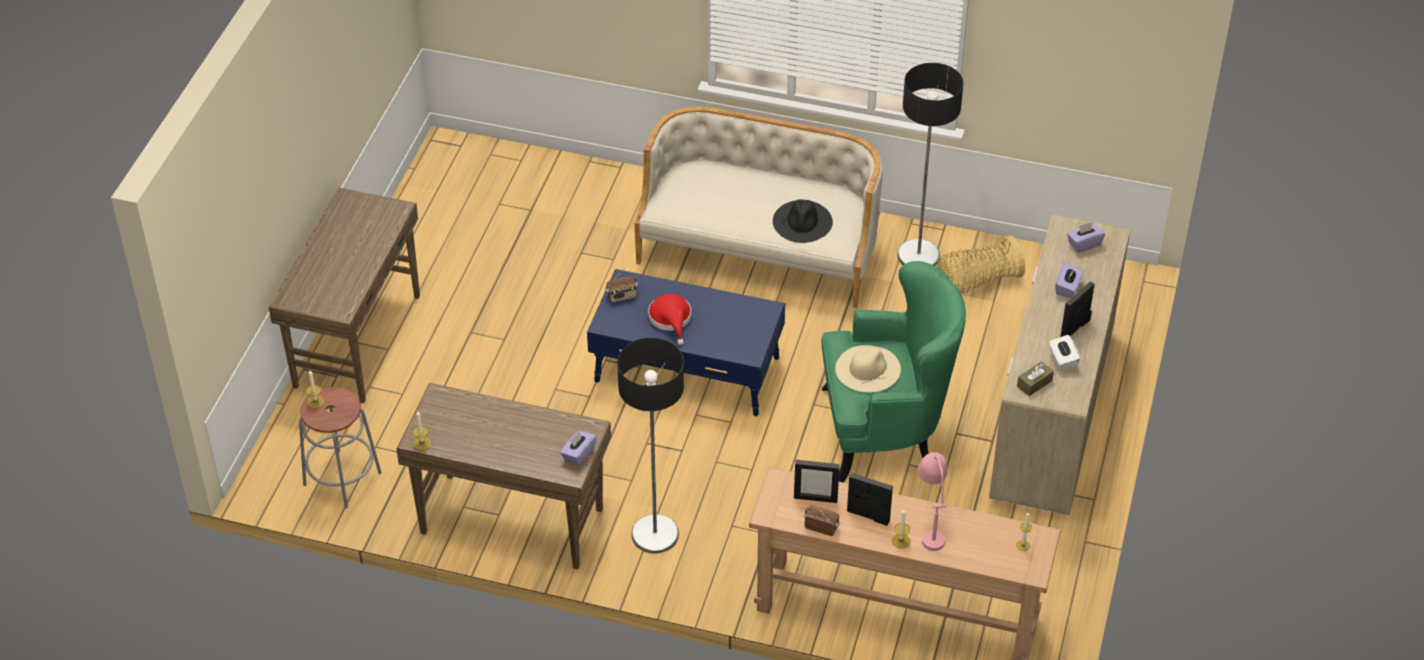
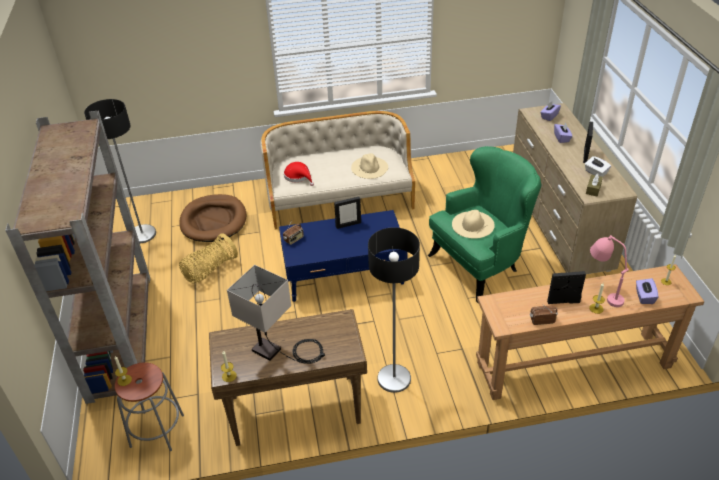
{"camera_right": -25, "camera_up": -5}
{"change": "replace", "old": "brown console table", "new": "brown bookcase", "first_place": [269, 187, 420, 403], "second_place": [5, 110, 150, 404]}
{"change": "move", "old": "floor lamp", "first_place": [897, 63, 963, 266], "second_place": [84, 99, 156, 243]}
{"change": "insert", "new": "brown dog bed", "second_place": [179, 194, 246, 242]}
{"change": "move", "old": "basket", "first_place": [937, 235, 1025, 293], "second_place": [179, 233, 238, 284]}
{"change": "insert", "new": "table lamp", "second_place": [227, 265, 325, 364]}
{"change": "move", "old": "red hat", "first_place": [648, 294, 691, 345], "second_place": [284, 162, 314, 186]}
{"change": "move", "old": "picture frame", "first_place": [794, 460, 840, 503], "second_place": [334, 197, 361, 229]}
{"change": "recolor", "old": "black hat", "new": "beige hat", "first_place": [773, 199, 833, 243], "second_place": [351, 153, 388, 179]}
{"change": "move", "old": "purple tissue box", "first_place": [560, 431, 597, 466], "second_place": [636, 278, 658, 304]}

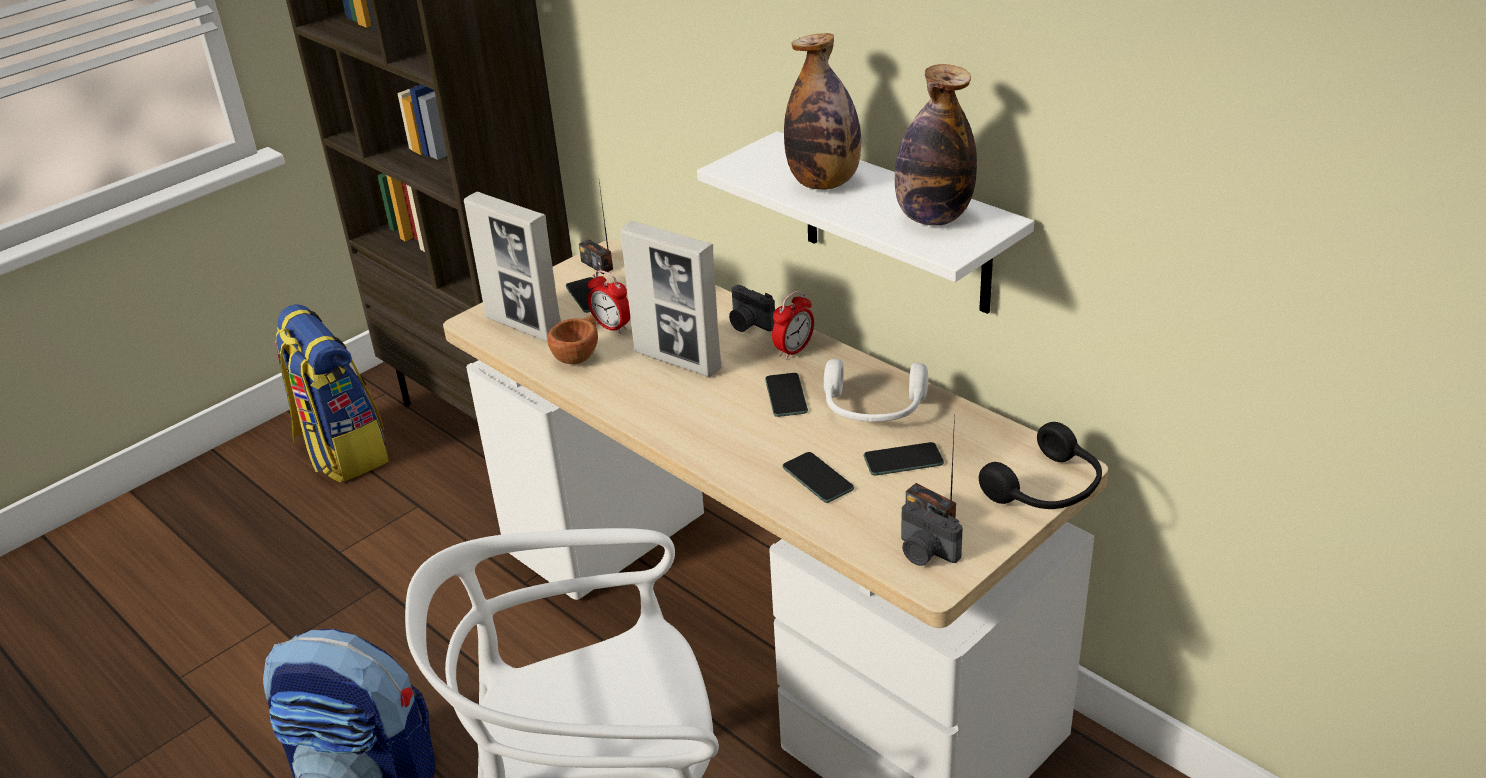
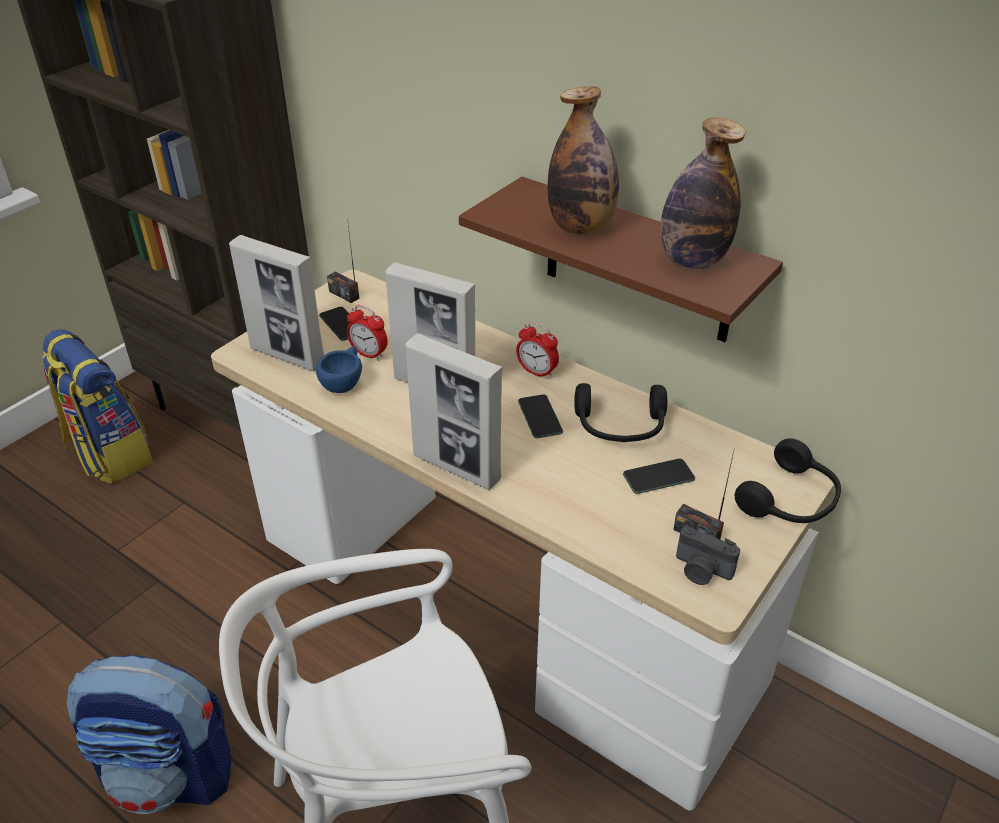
{"camera_right": -10, "camera_up": 5}
{"change": "recolor", "old": "brown cup", "new": "blue cup", "first_place": [547, 315, 598, 364], "second_place": [316, 346, 362, 393]}
{"change": "insert", "new": "picture frame", "second_place": [405, 334, 503, 490]}
{"change": "recolor", "old": "white shelf", "new": "brown shelf", "first_place": [697, 131, 1034, 314], "second_place": [459, 177, 783, 342]}
{"change": "rotate", "old": "alarm clock", "first_place": [772, 290, 814, 359], "second_place": [516, 322, 559, 379], "degrees": 90}
{"change": "recolor", "old": "white headphones", "new": "black headphones", "first_place": [824, 359, 928, 422], "second_place": [574, 383, 667, 442]}
{"change": "delete", "old": "photo camera", "first_place": [729, 285, 775, 332]}
{"change": "delete", "old": "phone", "first_place": [782, 452, 854, 503]}

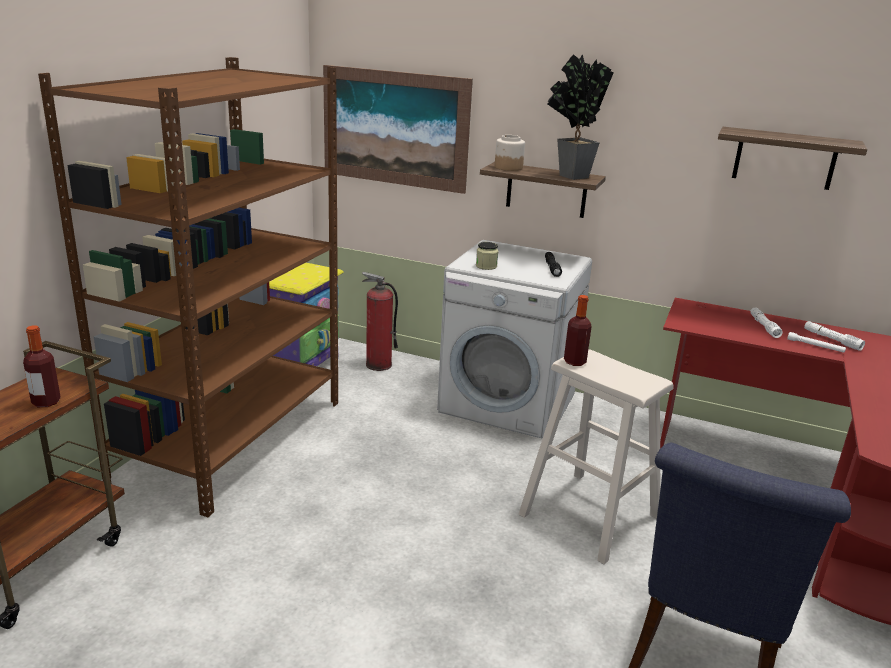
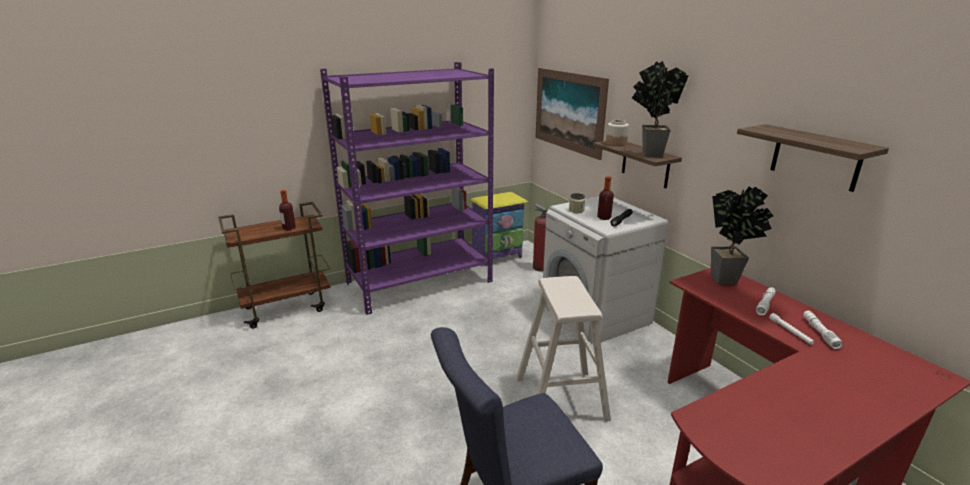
{"camera_right": 40, "camera_up": 0}
{"change": "recolor", "old": "brown bookcase", "new": "purple bookcase", "first_place": [38, 57, 338, 517], "second_place": [320, 62, 494, 315]}
{"change": "move", "old": "bottle", "first_place": [564, 295, 592, 366], "second_place": [597, 177, 614, 220]}
{"change": "insert", "new": "potted plant", "second_place": [711, 187, 773, 285]}

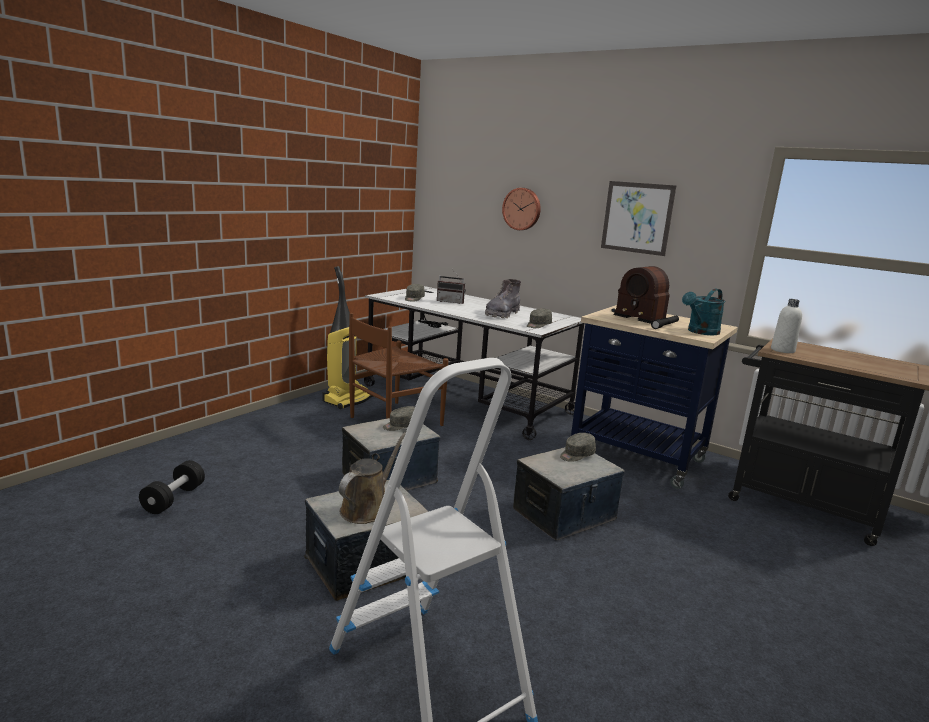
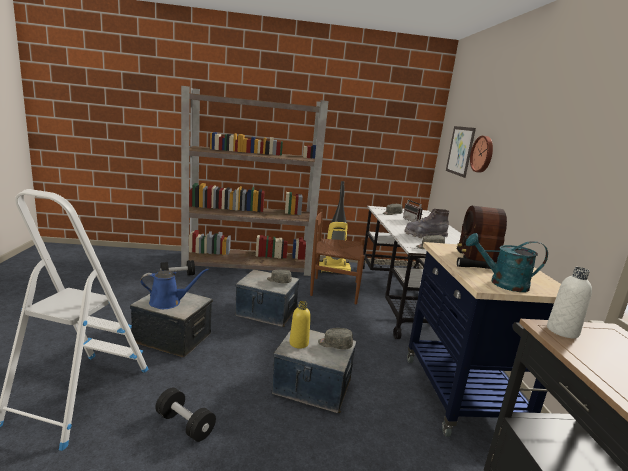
{"camera_right": 50, "camera_up": 0}
{"change": "recolor", "old": "brown watering can", "new": "blue watering can", "first_place": [339, 432, 406, 524], "second_place": [140, 268, 209, 309]}
{"change": "insert", "new": "black dumbbell", "second_place": [155, 387, 216, 442]}
{"change": "insert", "new": "brown bookcase", "second_place": [181, 86, 328, 276]}
{"change": "insert", "new": "yellow bottle", "second_place": [289, 301, 311, 349]}
{"change": "move", "old": "picture", "first_place": [601, 181, 676, 256], "second_place": [446, 126, 476, 178]}

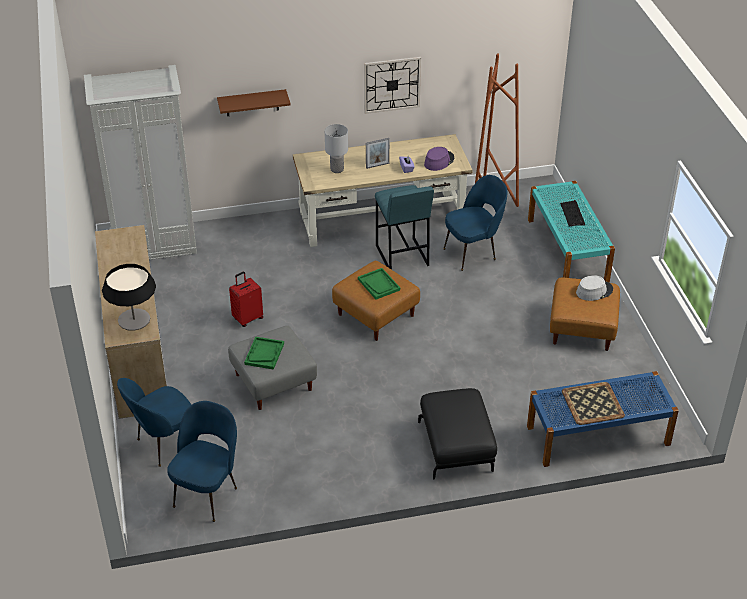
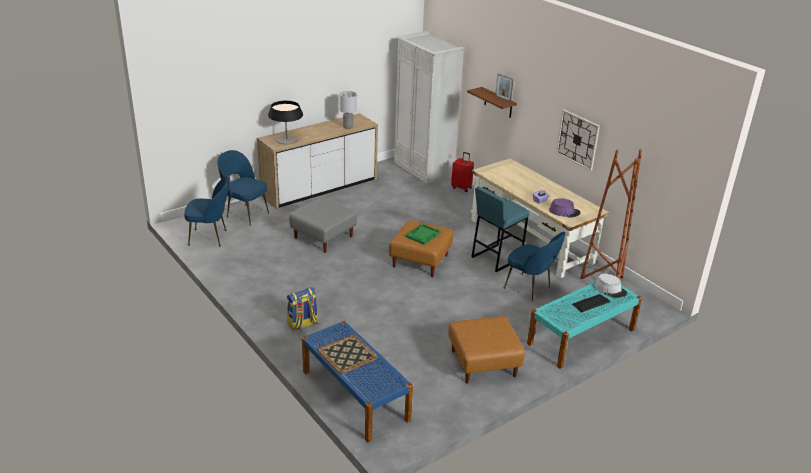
{"camera_right": 65, "camera_up": -10}
{"change": "replace", "old": "black ottoman", "new": "backpack", "first_place": [418, 388, 497, 479], "second_place": [287, 287, 318, 332]}
{"change": "move", "old": "grey table lamp", "first_place": [325, 124, 348, 173], "second_place": [339, 91, 357, 129]}
{"change": "move", "old": "red suitcase", "first_place": [229, 272, 263, 327], "second_place": [451, 152, 474, 192]}
{"change": "move", "old": "picture frame", "first_place": [366, 138, 390, 169], "second_place": [495, 74, 513, 102]}
{"change": "move", "old": "grey hat", "first_place": [576, 275, 613, 301], "second_place": [595, 274, 627, 298]}
{"change": "delete", "old": "green tray", "first_place": [244, 337, 284, 370]}

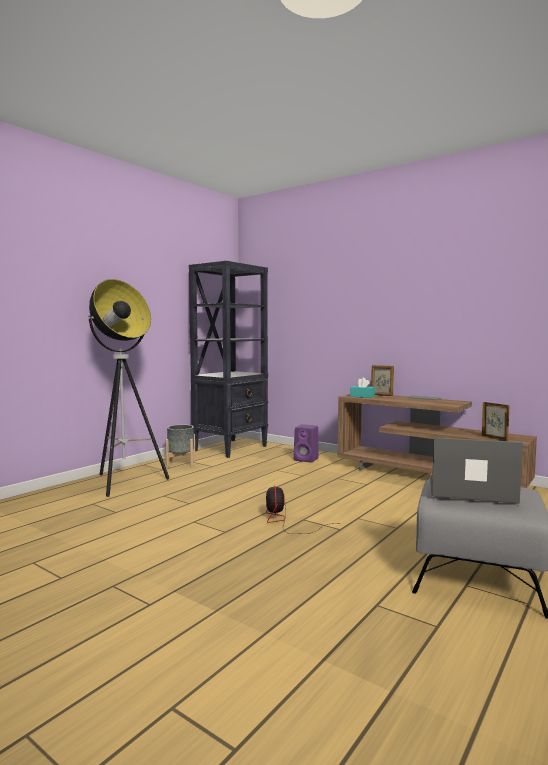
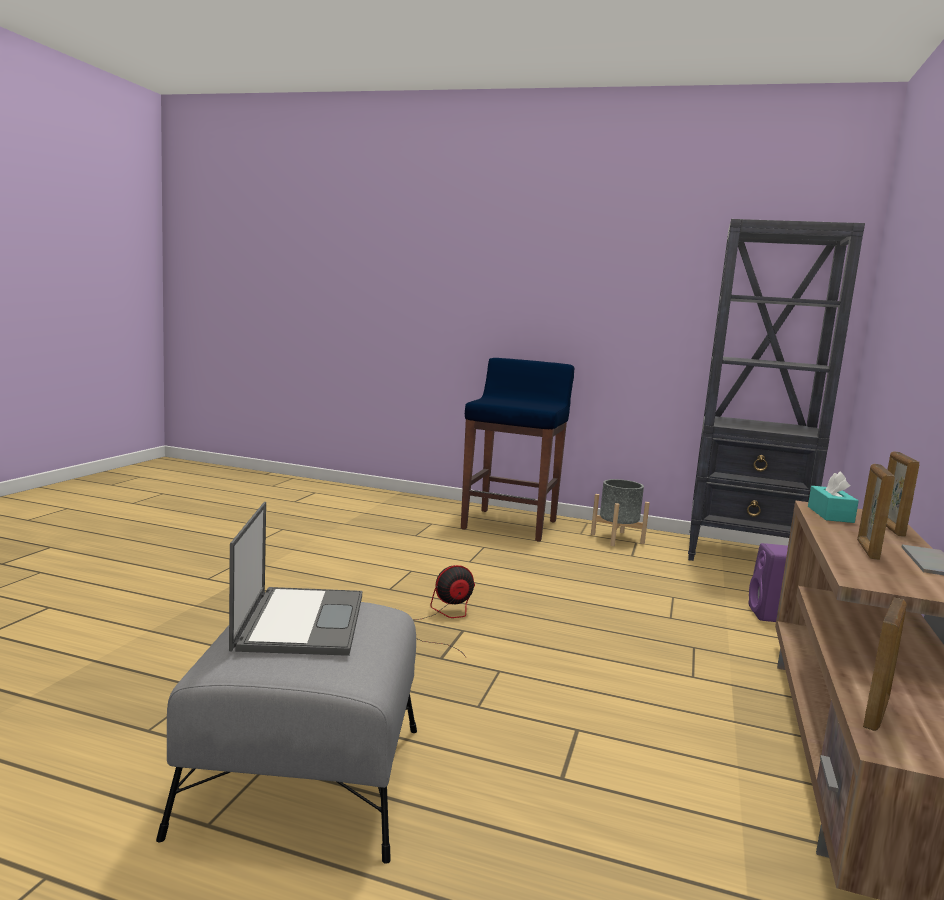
{"camera_right": 70, "camera_up": 5}
{"change": "replace", "old": "floor lamp", "new": "blue stool", "first_place": [88, 279, 169, 497], "second_place": [461, 358, 575, 542]}
{"change": "insert", "new": "picture frame", "second_place": [857, 464, 895, 560]}

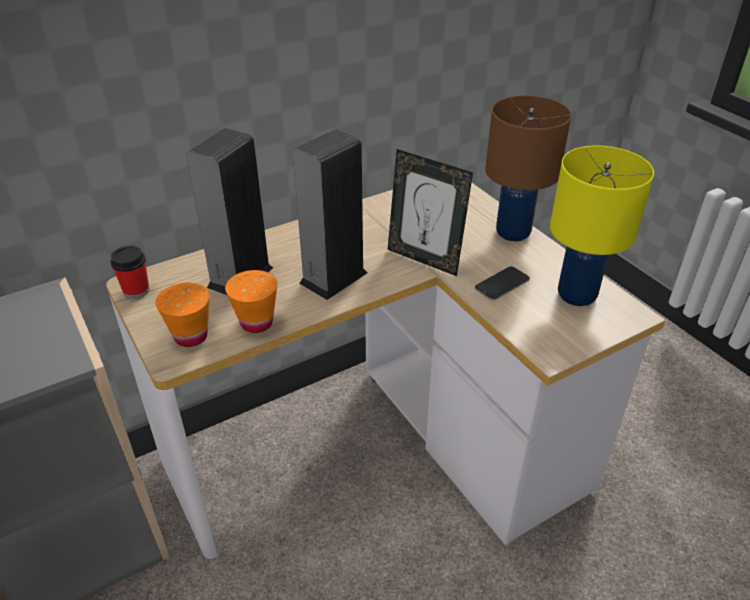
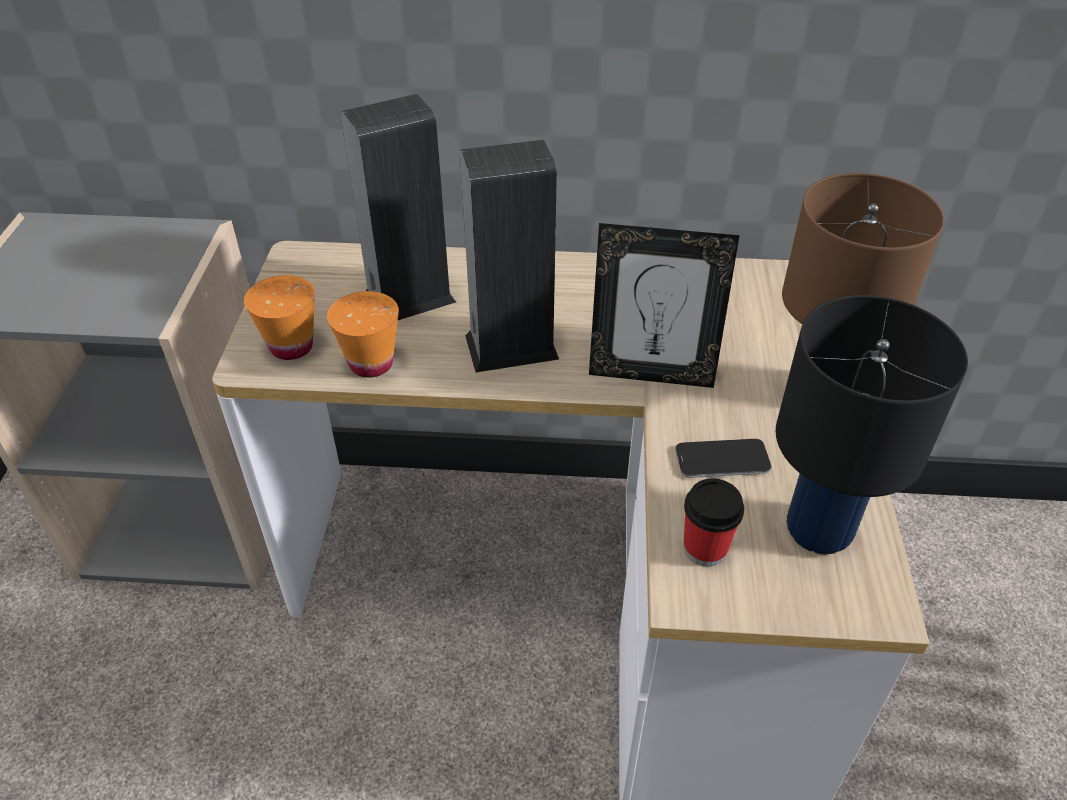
{"camera_right": 35, "camera_up": 5}
{"change": "rotate", "old": "picture frame", "first_place": [388, 149, 473, 276], "second_place": [589, 223, 740, 388], "degrees": -60}
{"change": "move", "old": "cup", "first_place": [110, 246, 149, 299], "second_place": [684, 478, 744, 567]}
{"change": "recolor", "old": "yellow table lamp", "new": "black table lamp", "first_place": [550, 145, 654, 306], "second_place": [776, 295, 968, 554]}

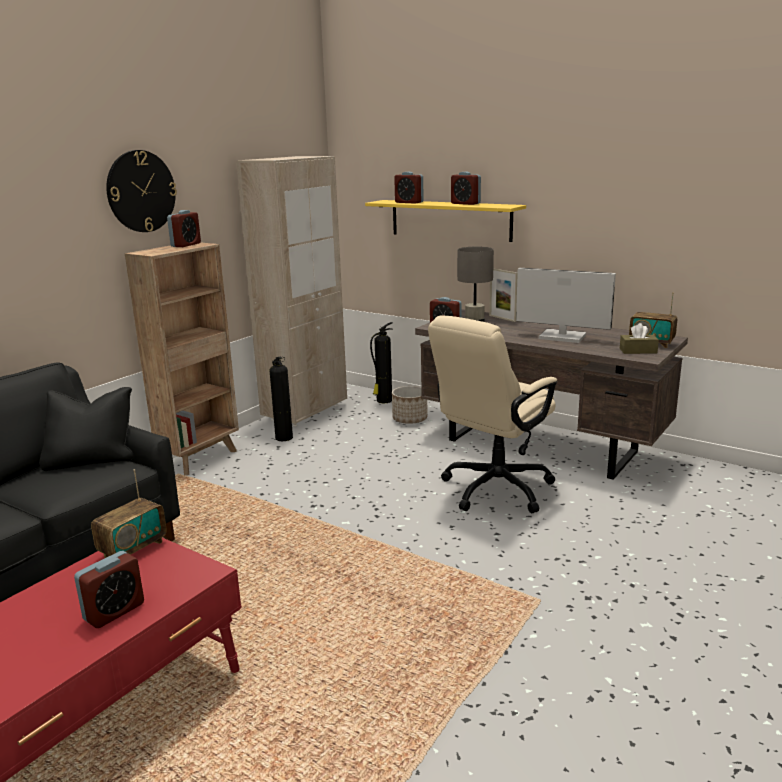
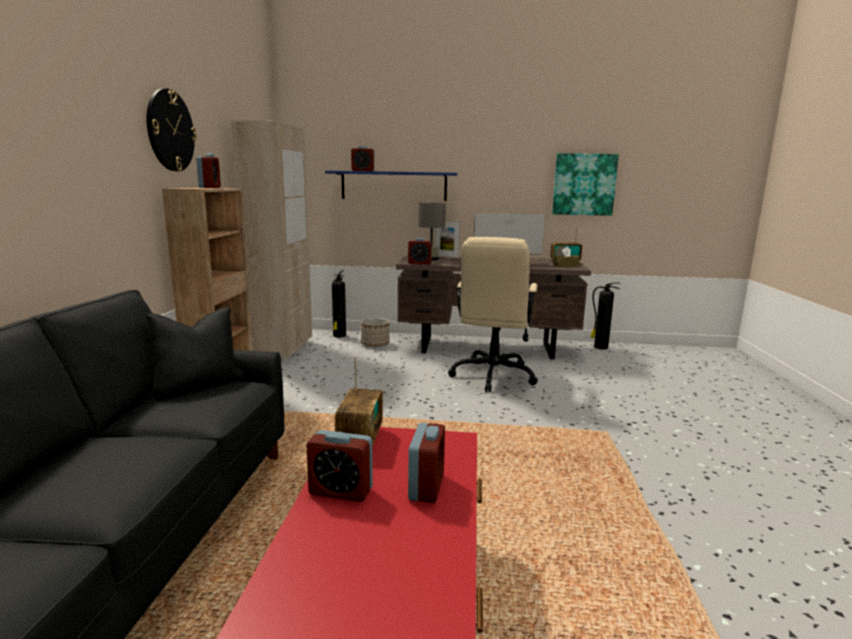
{"camera_right": -30, "camera_up": -5}
{"change": "move", "old": "alarm clock", "first_place": [451, 172, 481, 205], "second_place": [307, 430, 373, 502]}
{"change": "recolor", "old": "yellow shelf", "new": "blue shelf", "first_place": [365, 200, 526, 242], "second_place": [325, 171, 458, 201]}
{"change": "insert", "new": "picture", "second_place": [552, 153, 619, 216]}
{"change": "move", "old": "fire extinguisher", "first_place": [270, 357, 293, 441], "second_place": [590, 282, 620, 350]}

